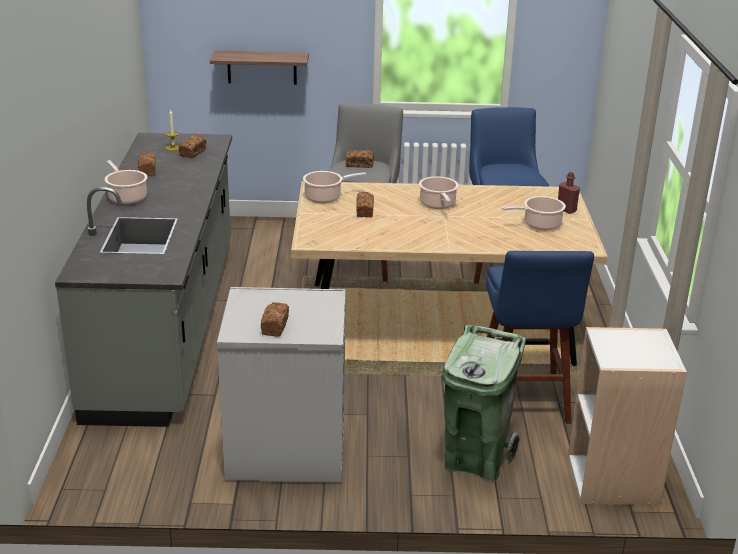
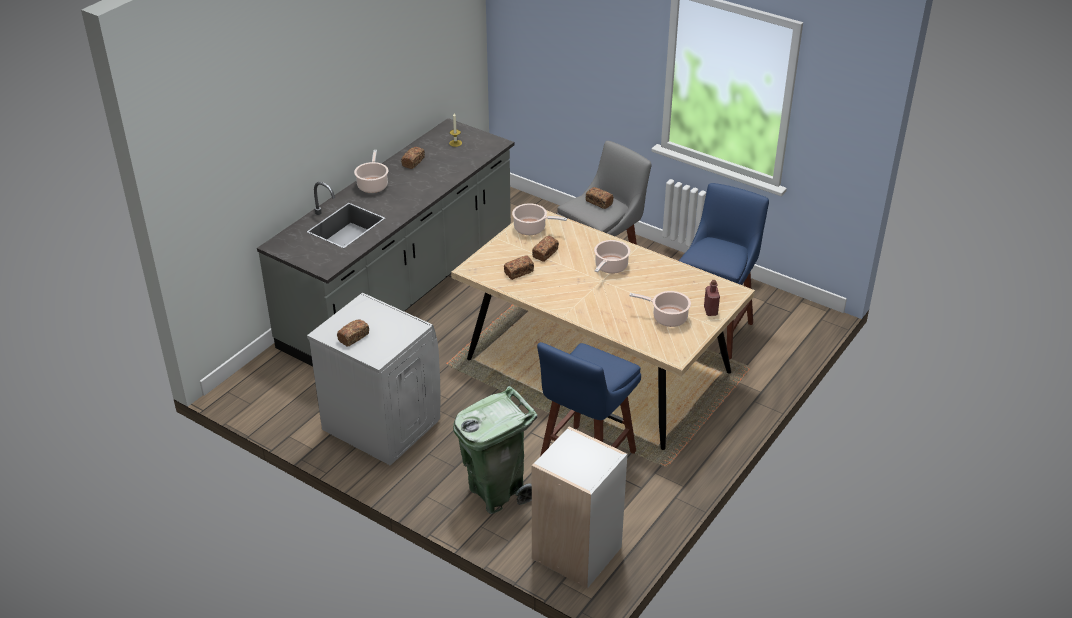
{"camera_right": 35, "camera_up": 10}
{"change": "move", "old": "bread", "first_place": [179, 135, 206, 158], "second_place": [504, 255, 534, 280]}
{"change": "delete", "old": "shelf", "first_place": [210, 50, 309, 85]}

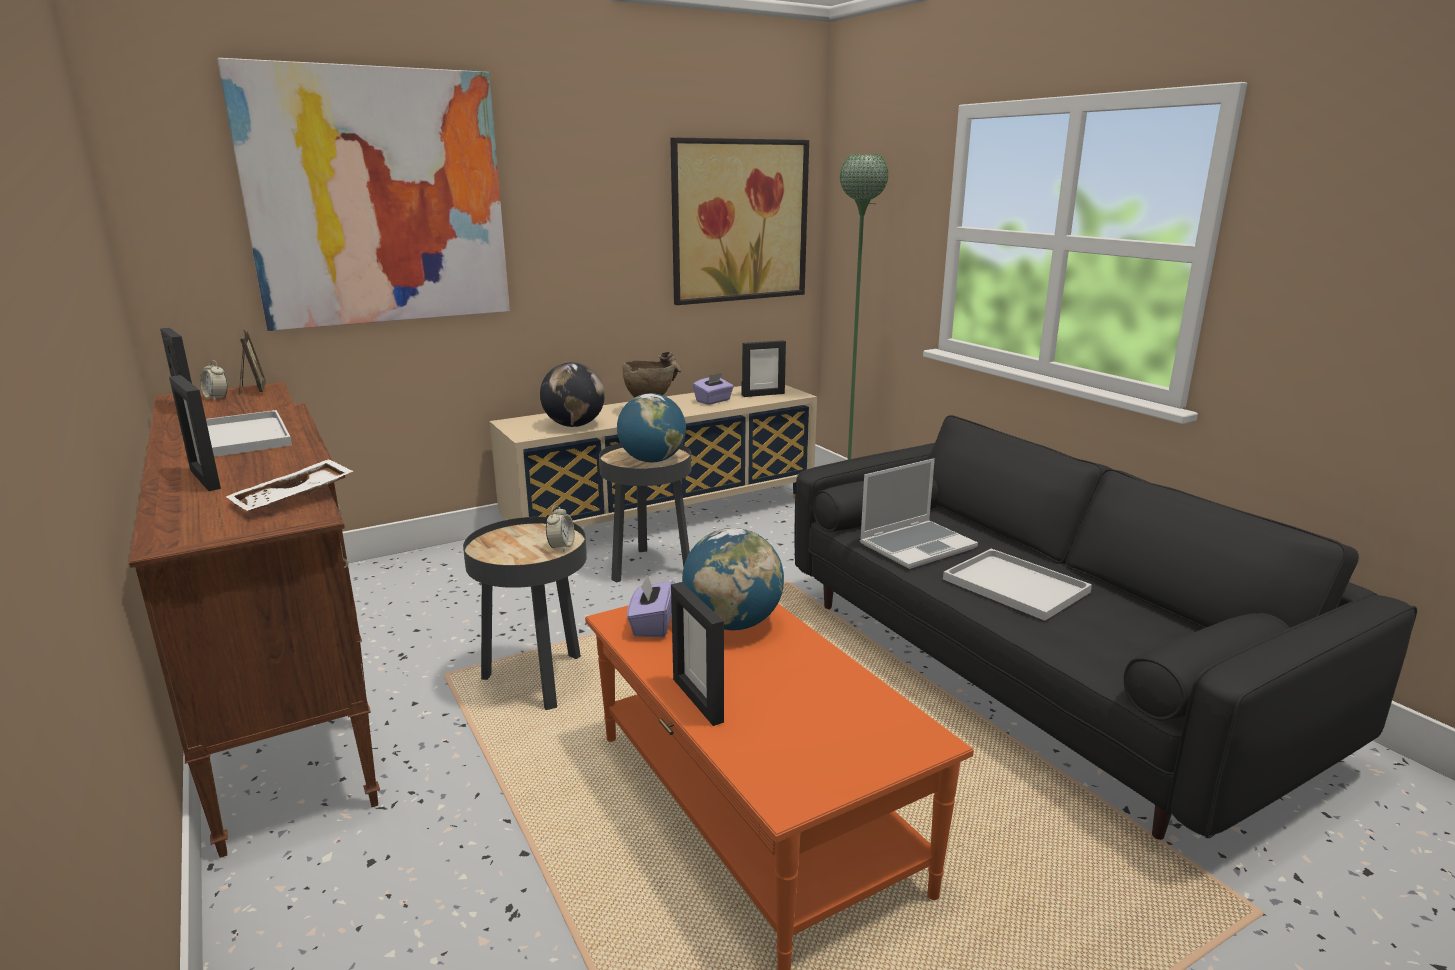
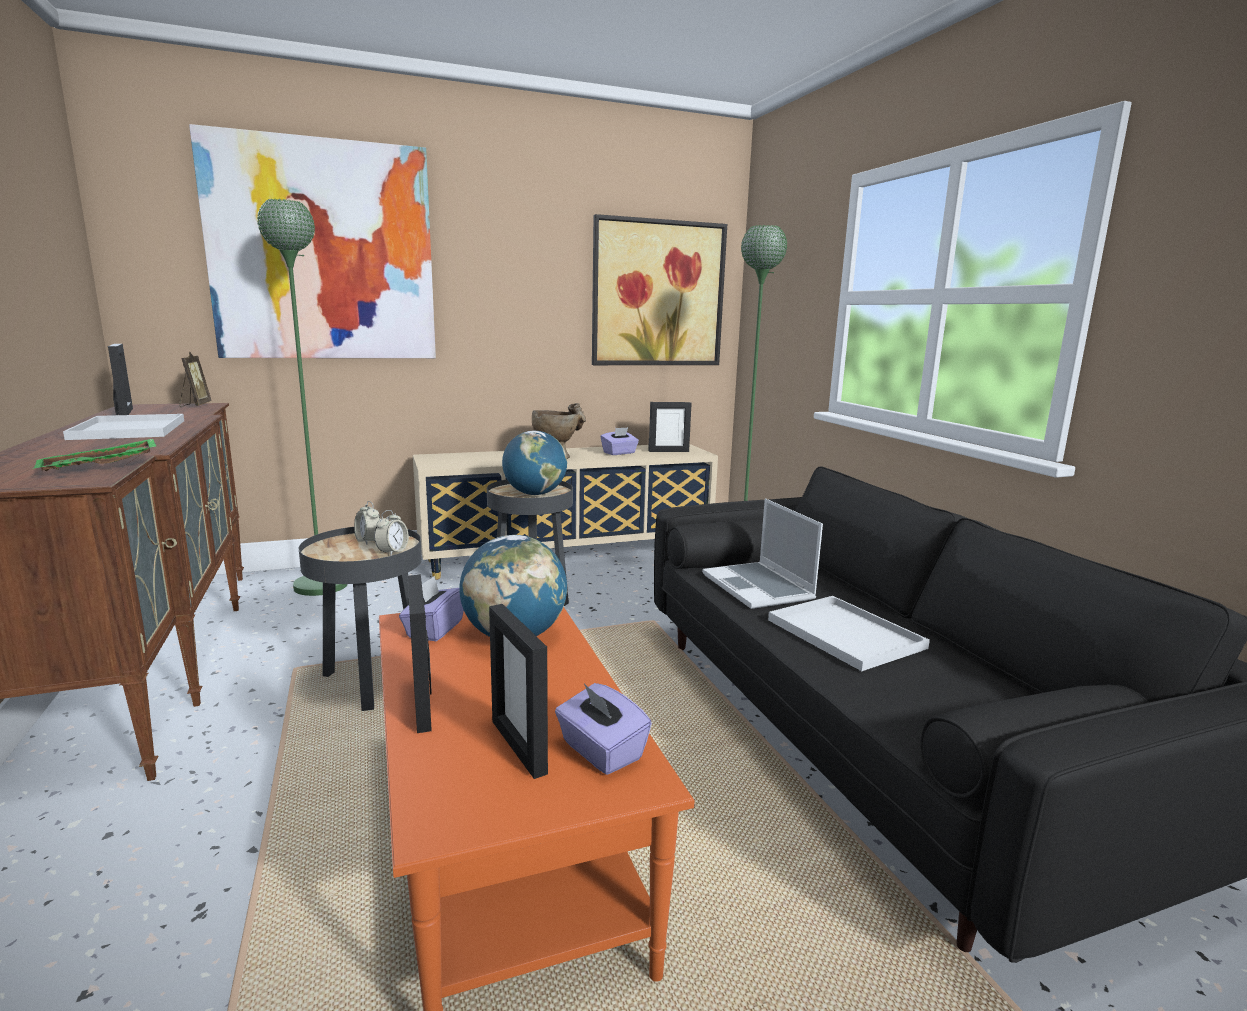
{"camera_right": 10, "camera_up": -5}
{"change": "recolor", "old": "white tray", "new": "green tray", "first_place": [225, 459, 354, 511], "second_place": [33, 439, 157, 471]}
{"change": "insert", "new": "green floor lamp", "second_place": [257, 199, 348, 596]}
{"change": "move", "old": "alarm clock", "first_place": [200, 360, 228, 401], "second_place": [354, 501, 380, 545]}
{"change": "move", "old": "picture frame", "first_place": [169, 375, 221, 491], "second_place": [489, 604, 548, 779]}
{"change": "insert", "new": "purple tissue box", "second_place": [555, 683, 652, 775]}
{"change": "rotate", "old": "laptop", "first_place": [860, 458, 978, 569], "second_place": [702, 498, 823, 609], "degrees": 90}
{"change": "delete", "old": "globe", "first_place": [540, 362, 605, 427]}

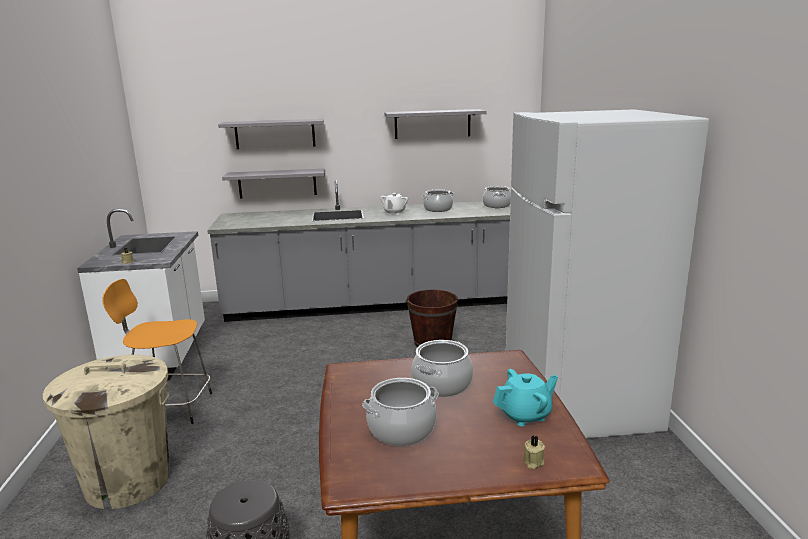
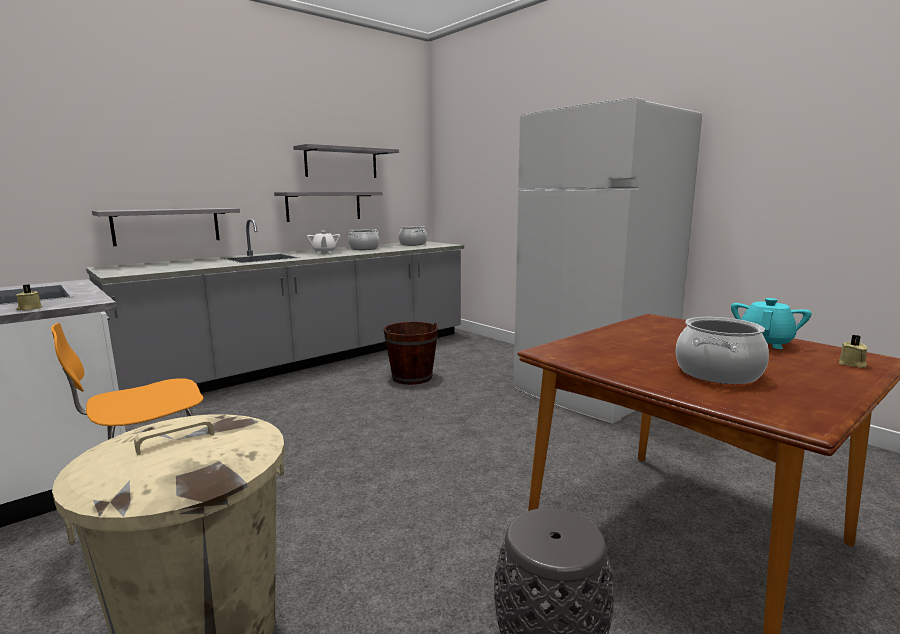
{"camera_right": -35, "camera_up": -5}
{"change": "move", "old": "grey shelf", "first_place": [218, 119, 324, 149], "second_place": [274, 192, 382, 222]}
{"change": "delete", "old": "cooking pot", "first_place": [411, 340, 473, 397]}

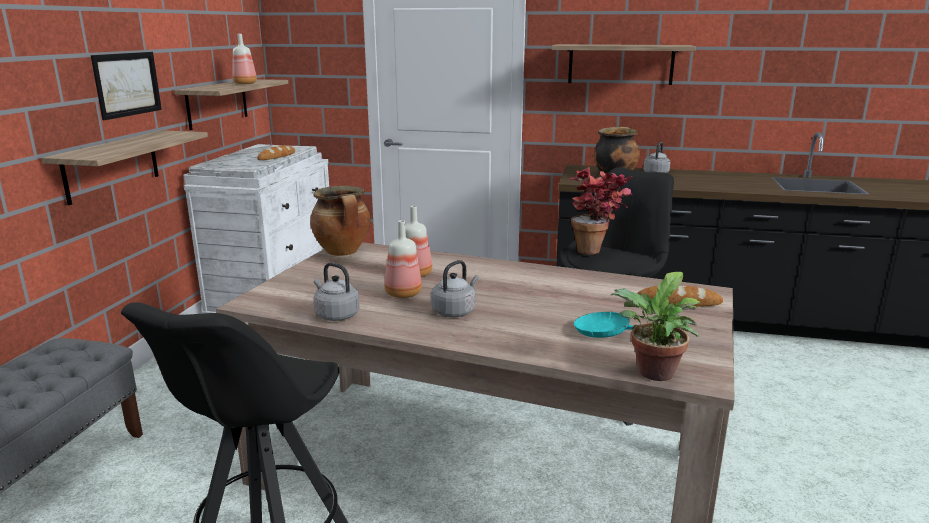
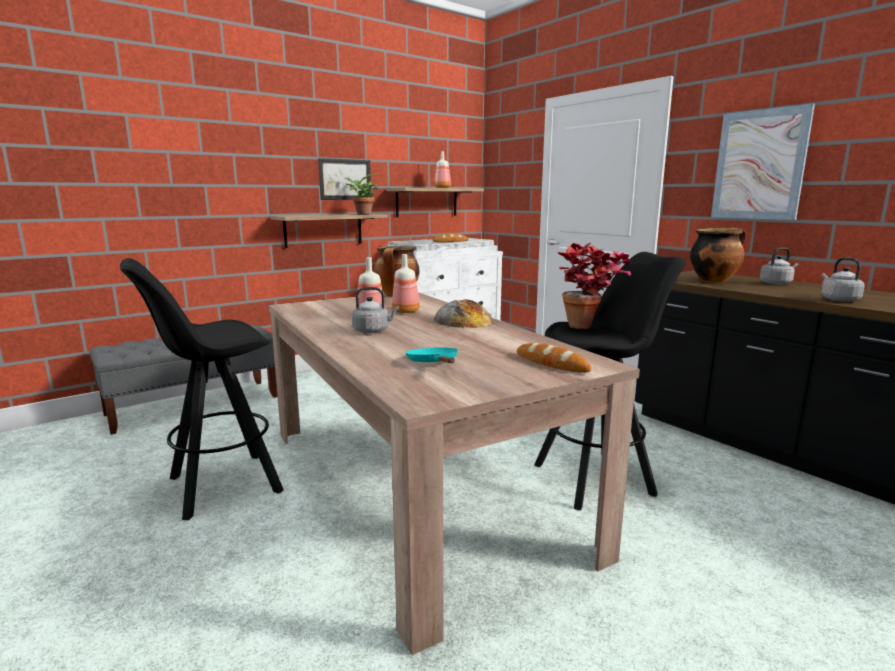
{"camera_right": 40, "camera_up": -5}
{"change": "move", "old": "potted plant", "first_place": [610, 272, 700, 381], "second_place": [345, 174, 378, 215]}
{"change": "insert", "new": "bread", "second_place": [434, 299, 493, 328]}
{"change": "replace", "old": "shelf", "new": "picture", "first_place": [552, 44, 696, 85], "second_place": [711, 103, 815, 220]}
{"change": "move", "old": "grey kettle", "first_place": [314, 262, 360, 321], "second_place": [821, 257, 865, 302]}

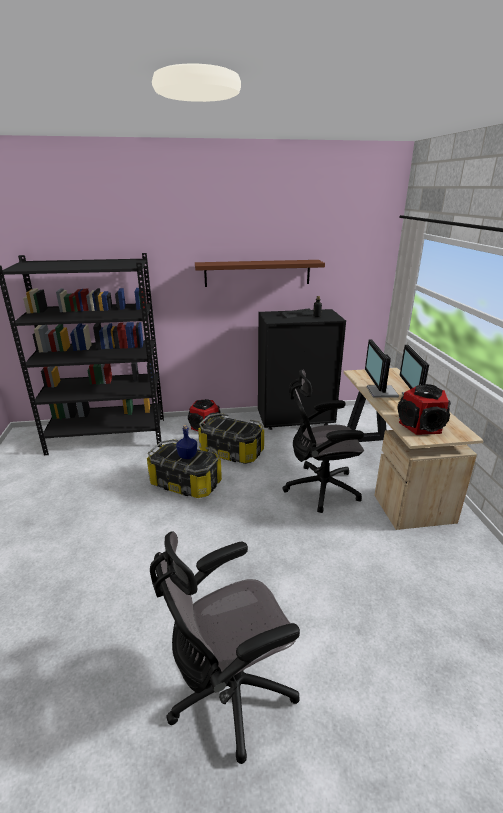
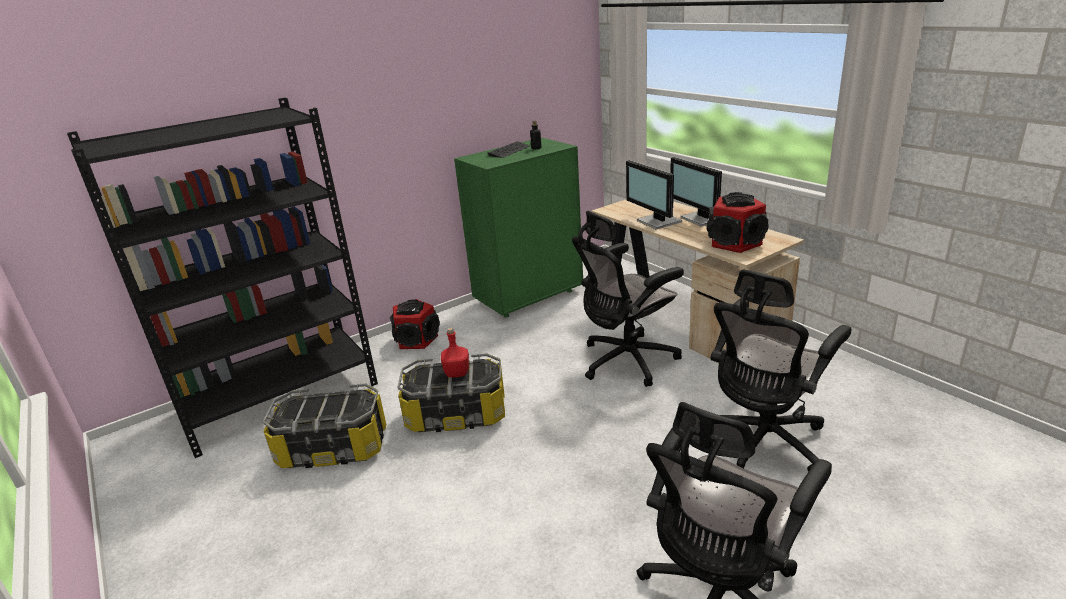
{"camera_right": -25, "camera_up": 0}
{"change": "move", "old": "storage box", "first_place": [198, 413, 264, 464], "second_place": [263, 383, 386, 468]}
{"change": "recolor", "old": "blue bottle", "new": "red bottle", "first_place": [176, 425, 197, 459], "second_place": [441, 328, 469, 378]}
{"change": "recolor", "old": "black cabinet", "new": "green cabinet", "first_place": [258, 309, 346, 430], "second_place": [454, 138, 583, 317]}
{"change": "insert", "new": "office chair", "second_place": [710, 270, 851, 472]}
{"change": "delete", "old": "brown shelf", "first_place": [195, 260, 325, 287]}

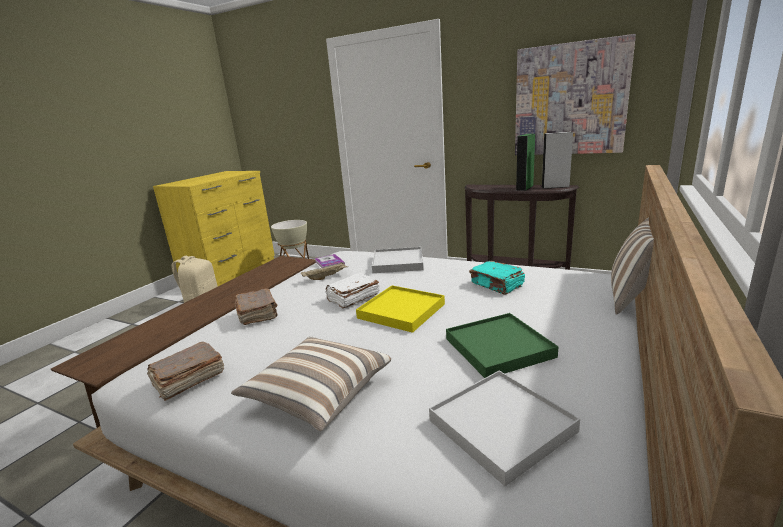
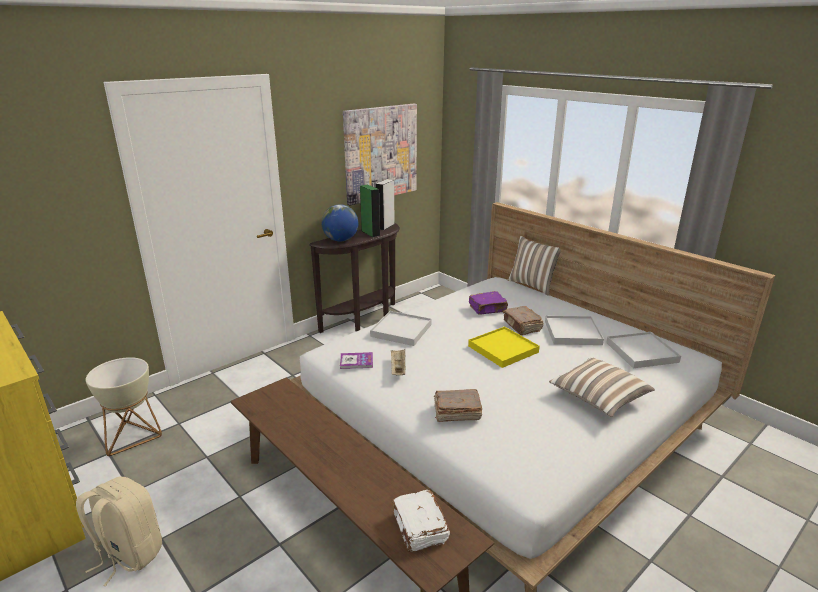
{"camera_right": -70, "camera_up": 5}
{"change": "insert", "new": "globe", "second_place": [321, 204, 358, 241]}
{"change": "move", "old": "white book", "first_place": [326, 273, 380, 309], "second_place": [391, 490, 450, 552]}
{"change": "recolor", "old": "turquoise book", "new": "purple book", "first_place": [469, 261, 525, 295], "second_place": [469, 291, 508, 315]}
{"change": "move", "old": "brown book", "first_place": [147, 342, 224, 401], "second_place": [503, 306, 544, 335]}
{"change": "recolor", "old": "green tray", "new": "white tray", "first_place": [446, 313, 558, 378], "second_place": [545, 316, 604, 345]}

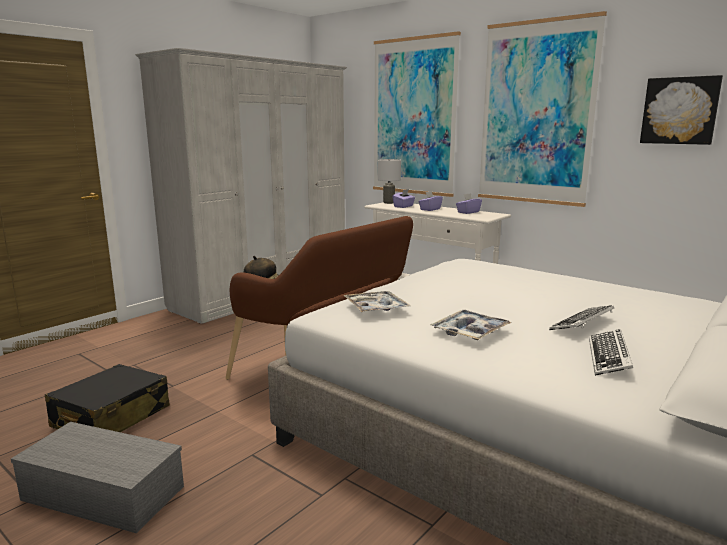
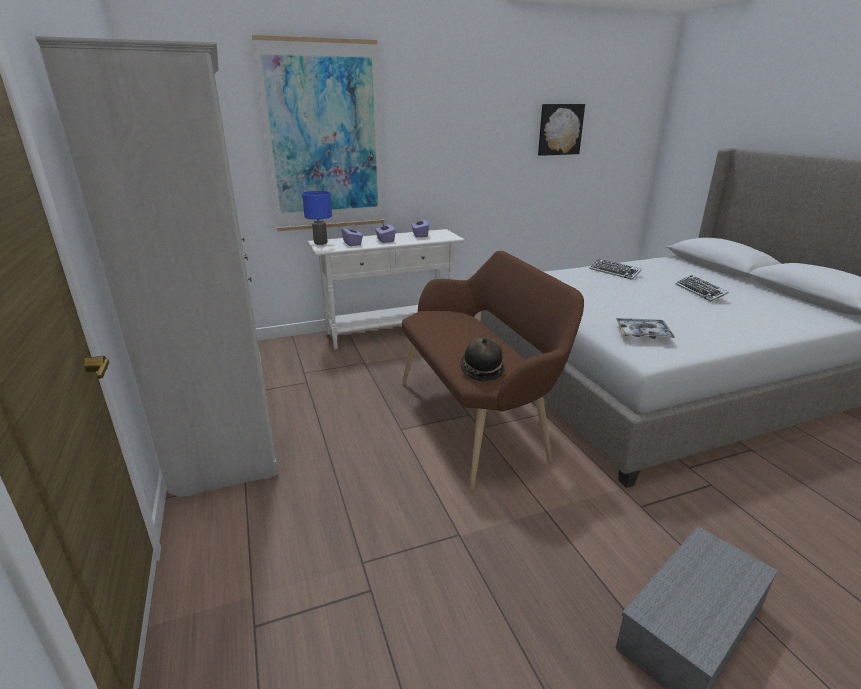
{"camera_right": -60, "camera_up": 10}
{"change": "recolor", "old": "white table lamp", "new": "blue table lamp", "first_place": [378, 159, 401, 204], "second_place": [302, 191, 332, 245]}
{"change": "move", "old": "keyboard", "first_place": [589, 329, 633, 376], "second_place": [589, 259, 642, 280]}
{"change": "delete", "old": "black suitcase", "first_place": [45, 364, 170, 432]}
{"change": "delete", "old": "tray", "first_place": [430, 310, 511, 340]}
{"change": "delete", "old": "picture", "first_place": [478, 11, 607, 207]}

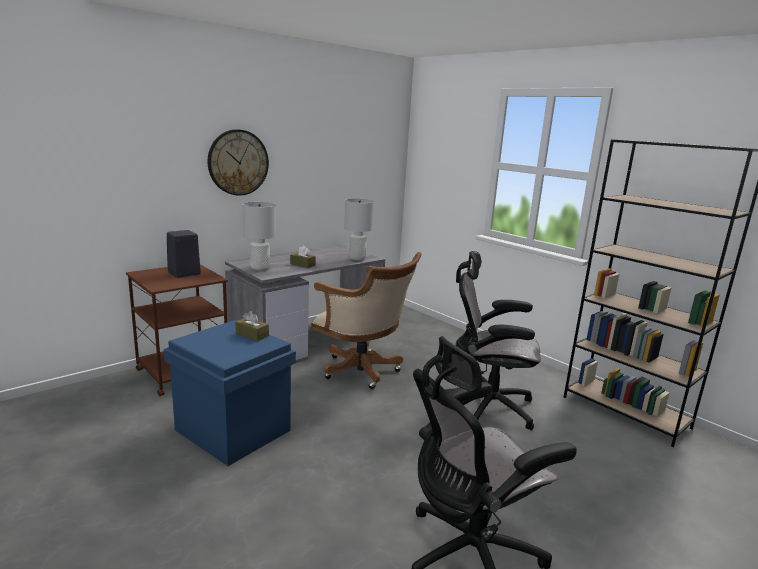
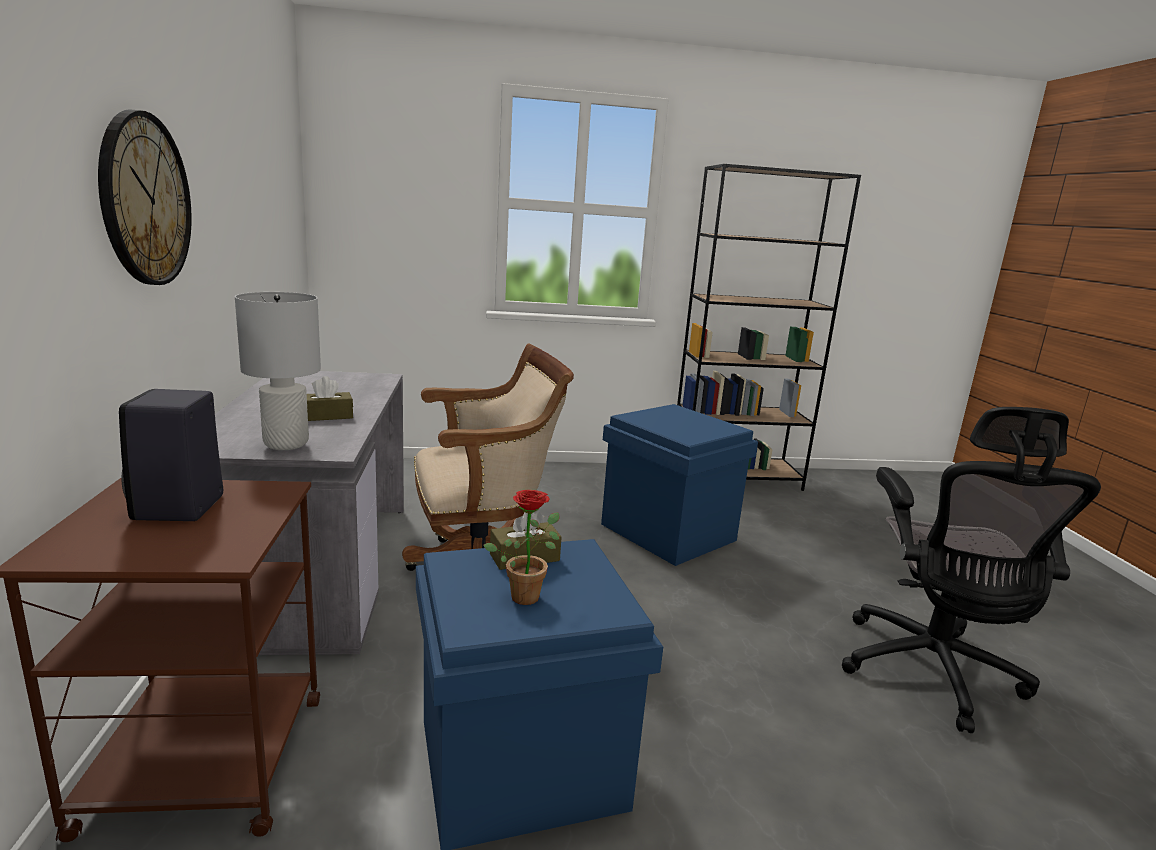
{"camera_right": -55, "camera_up": 0}
{"change": "insert", "new": "potted plant", "second_place": [483, 490, 560, 605]}
{"change": "replace", "old": "office chair", "new": "blue storage box", "first_place": [446, 251, 541, 431], "second_place": [601, 404, 758, 566]}
{"change": "delete", "old": "grey table lamp", "first_place": [344, 199, 374, 261]}

